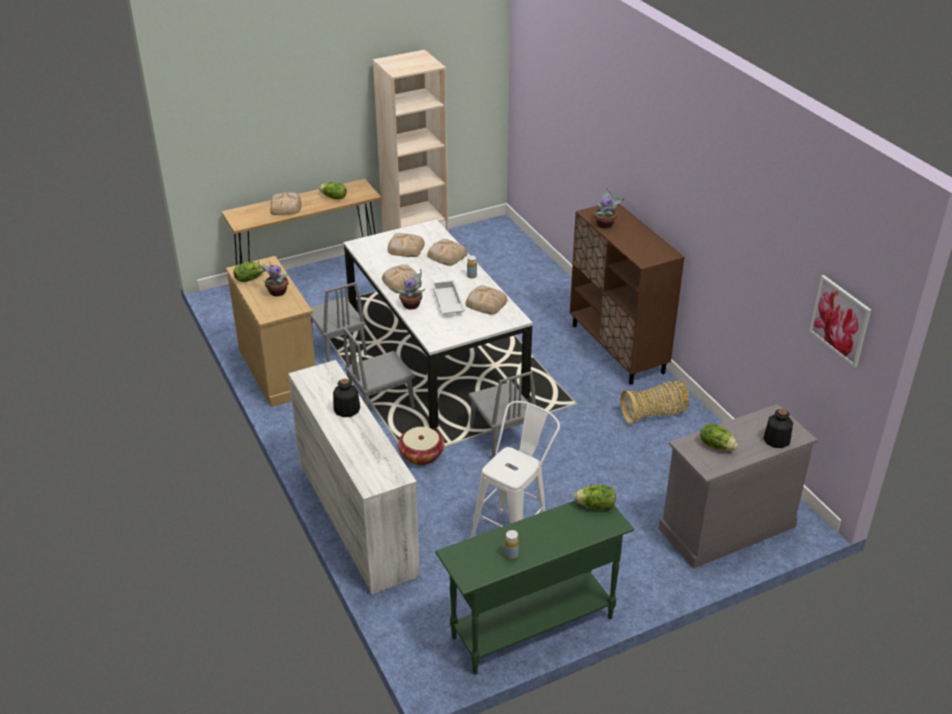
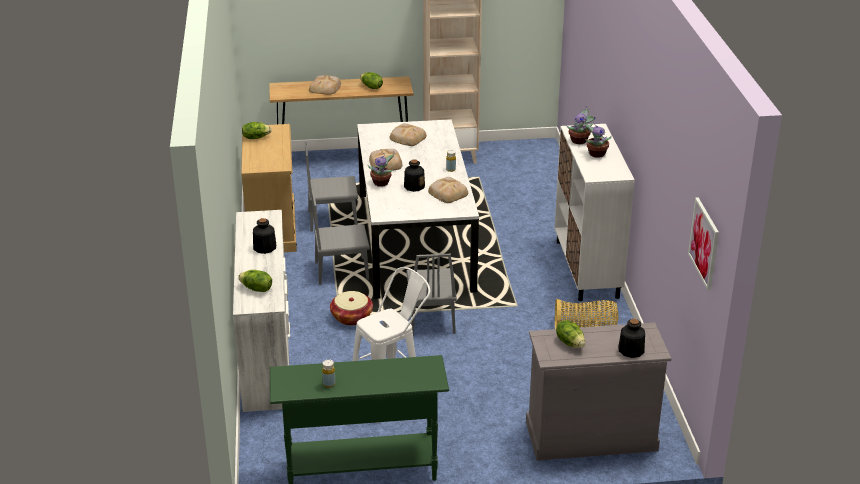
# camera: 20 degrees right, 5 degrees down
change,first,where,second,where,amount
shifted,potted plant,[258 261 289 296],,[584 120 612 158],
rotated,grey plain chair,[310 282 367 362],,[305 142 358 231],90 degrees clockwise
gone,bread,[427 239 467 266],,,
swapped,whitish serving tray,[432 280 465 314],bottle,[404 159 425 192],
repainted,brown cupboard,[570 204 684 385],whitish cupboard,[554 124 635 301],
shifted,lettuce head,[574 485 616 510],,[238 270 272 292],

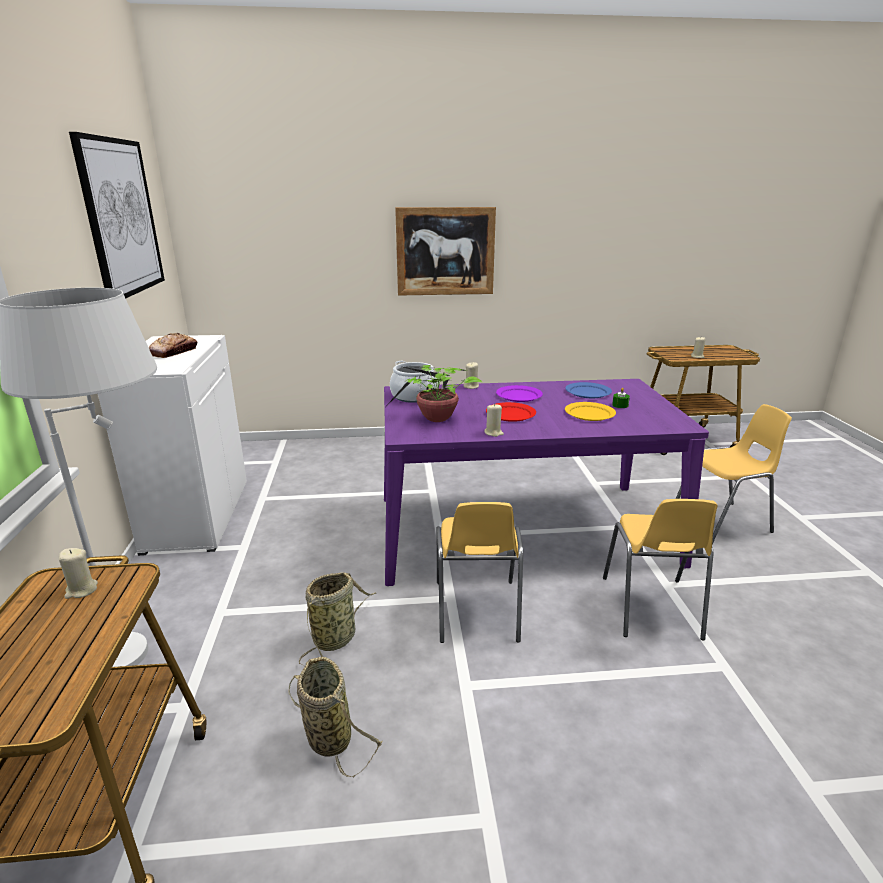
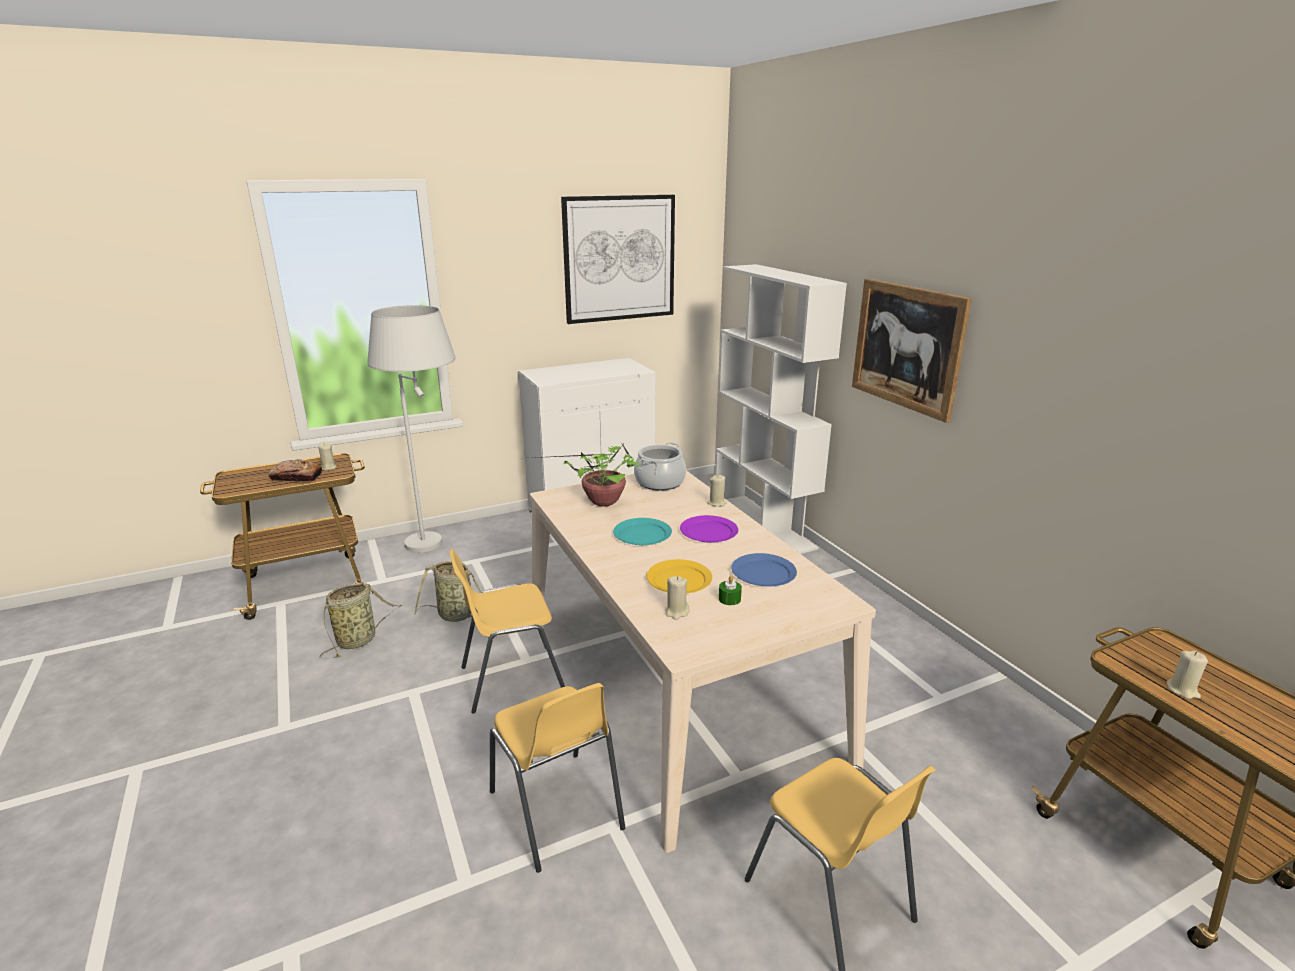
# camera: 70 degrees right, 0 degrees up
change,first,where,second,where,amount
shifted,bread,[149 333 197 358],,[268 459 322 482],
repainted,purple-coloured kitchen table,[384 379 709 586],beige kitchen table,[530 470 876 853],
shifted,beige candle,[484 403 504 437],,[665 576 690 620],
repainted,red-coloured dinner plate,[486 402 536 422],turquoise dinner plate,[613 518 672 545],
rotated,yellow plain chair,[603 499 718 641],,[490 683 625 873],105 degrees counterclockwise
new,,,whitish bookcase,[715 264 847 554],

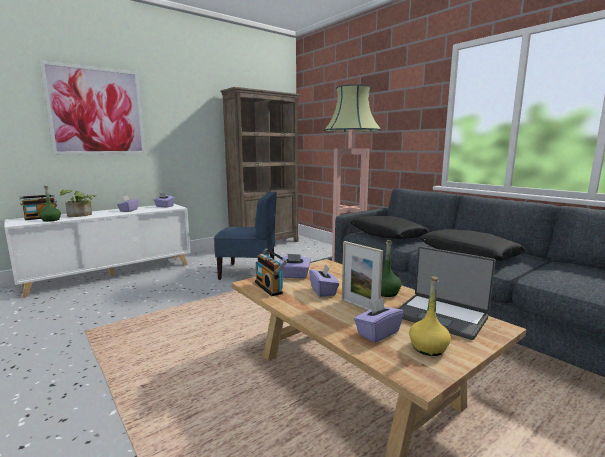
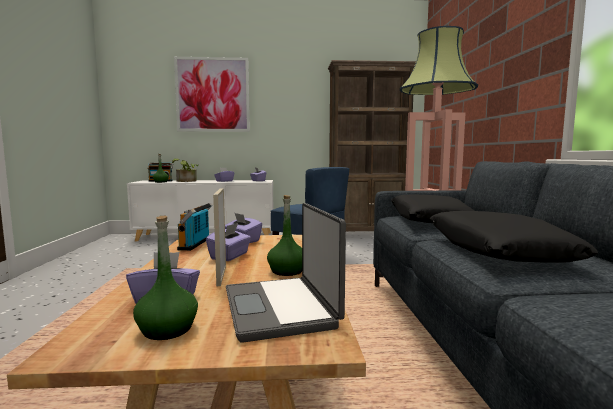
# camera: 35 degrees right, 5 degrees down
change,first,where,second,where,amount
repainted,yellow bottle,[409 276 451 356],green-coloured bottle,[133 216 198 340],

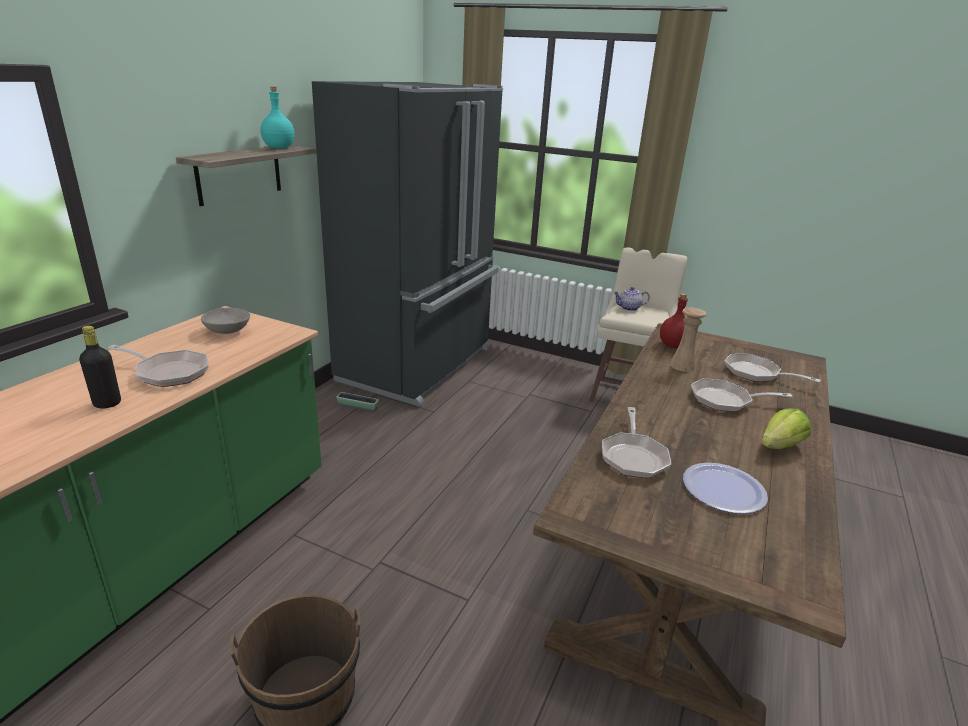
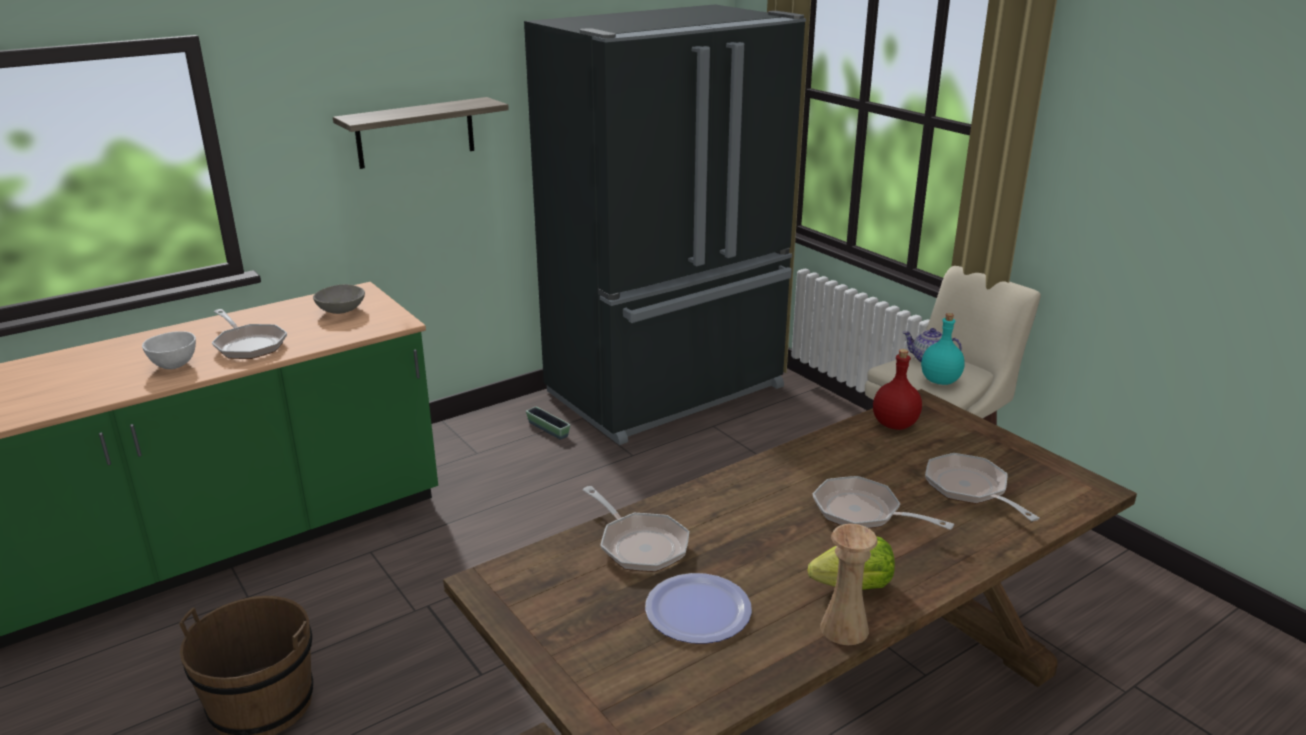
# camera: 30 degrees right, 0 degrees up
change,first,where,second,where,amount
swapped,black-coloured bottle,[79 326 121 408],whitish deep dish,[142 331 196 369],
shifted,turquoise bottle,[261 87 295 149],,[921 313 965 385],
rotated,skillet,[602 407 671 478],,[583 486 689 572],75 degrees counterclockwise
shifted,beige vase,[670 307 707 372],,[820 524 878 645],

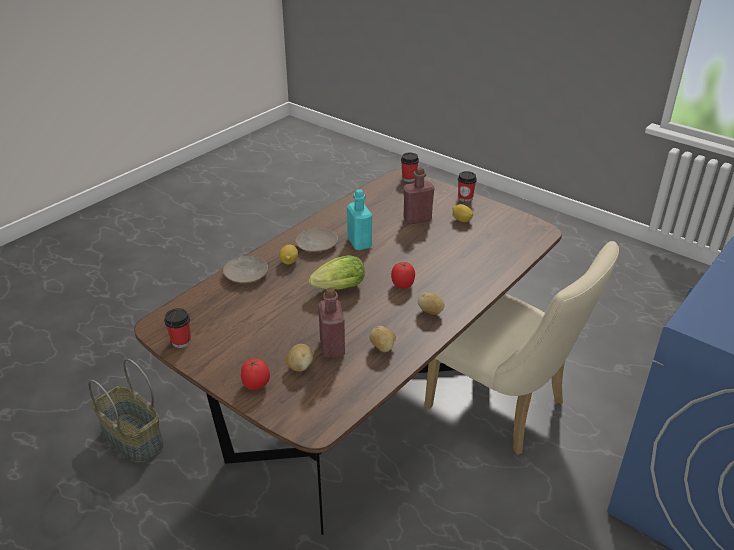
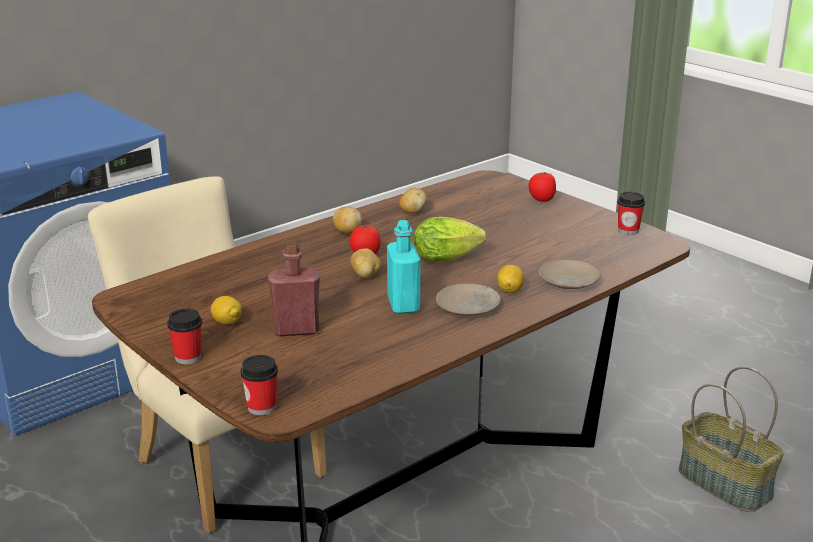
# camera: 170 degrees left, 10 degrees down
change,first,where,second,where,amount
shifted,whole potato,[286 344 313 372],,[350 248 382 279],
gone,red-coloured bottle,[318 287 345 358],,,

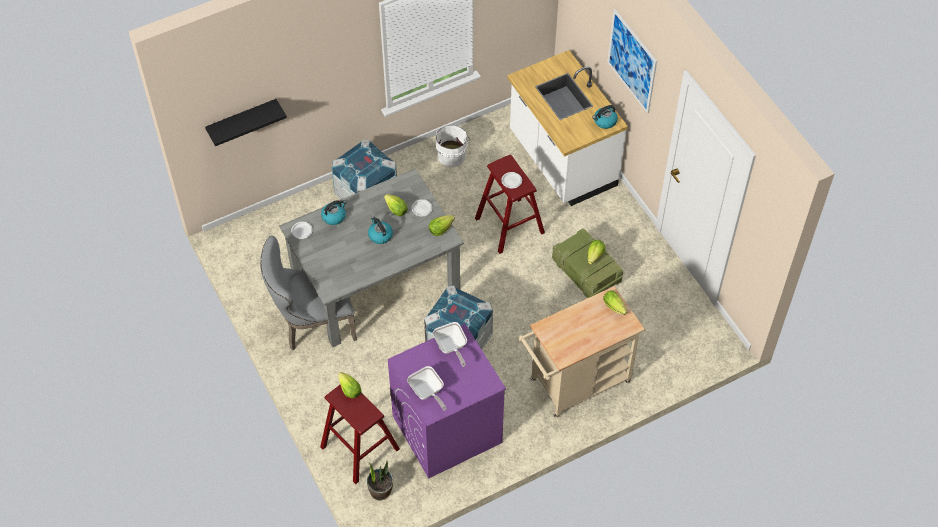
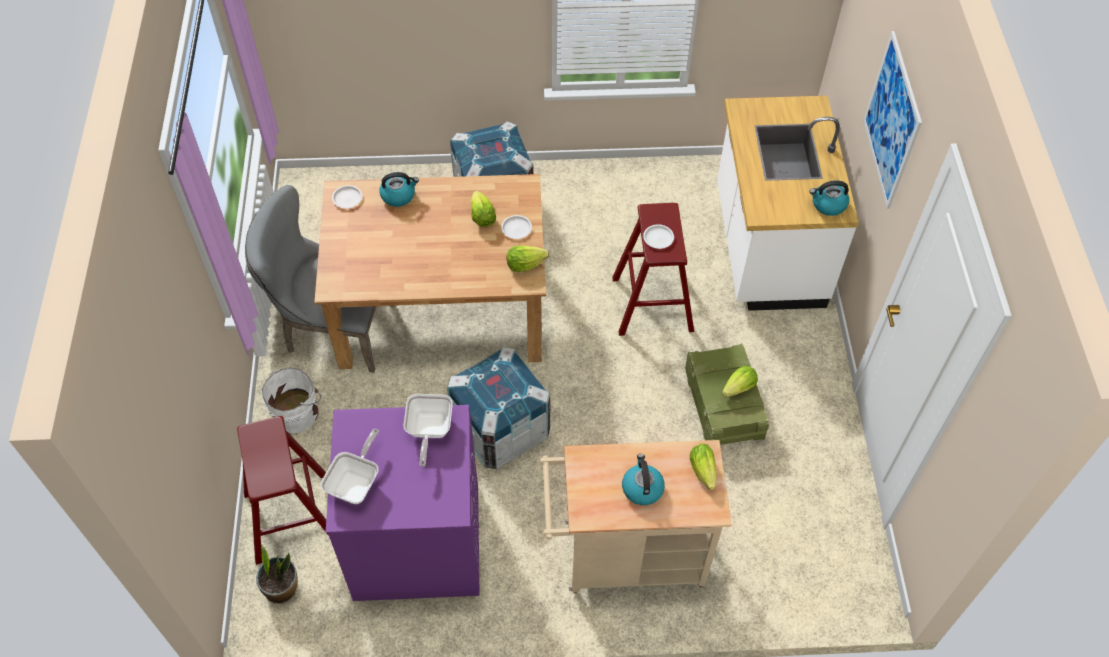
# camera: 25 degrees right, 0 degrees up
change,first,where,second,where,amount
gone,black-coloured wall shelf,[205 99 287 146],,,
repainted,grey kitchen table,[279 168 464 347],brown kitchen table,[314 174 546 369],
gone,lettuce head,[338 372 362 398],,,
shifted,tea kettle,[368 216 393 244],,[622 454 665 505],
rotated,skillet,[407 366 447 411],,[320 429 379 504],150 degrees counterclockwise
shifted,whitish pail,[436 125 470 167],,[262 368 322 434],

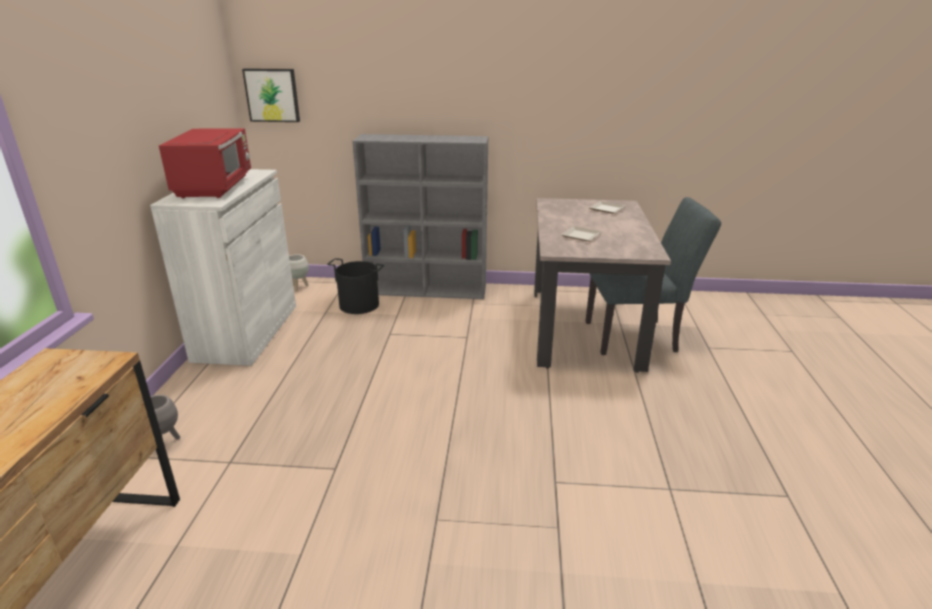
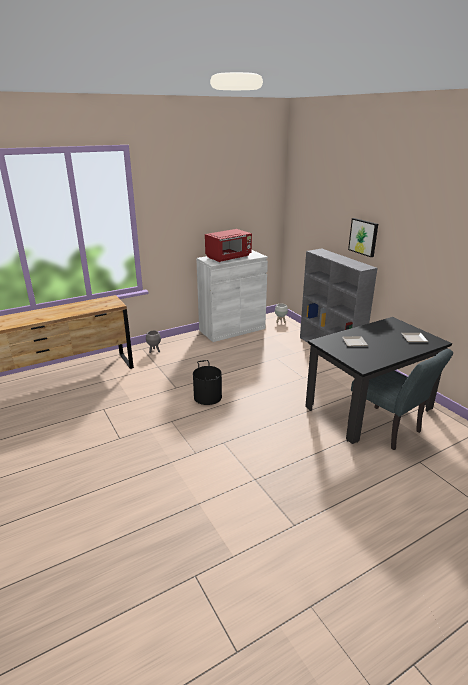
# camera: 55 degrees right, 0 degrees up
change,first,where,second,where,amount
shifted,wall picture,[242 68 300 122],,[348 218 378 257],
shifted,black-coloured pail,[327 258 384 314],,[193 360 222 405],
repainted,beige kitchen table,[534 198 671 373],black-coloured kitchen table,[305 317 452 444],

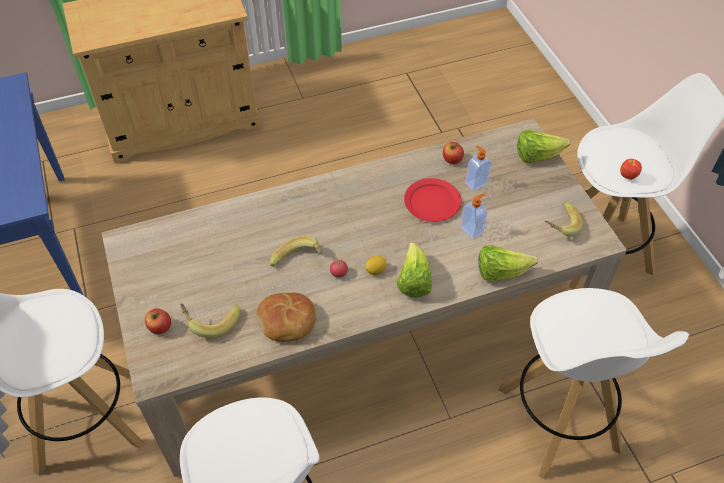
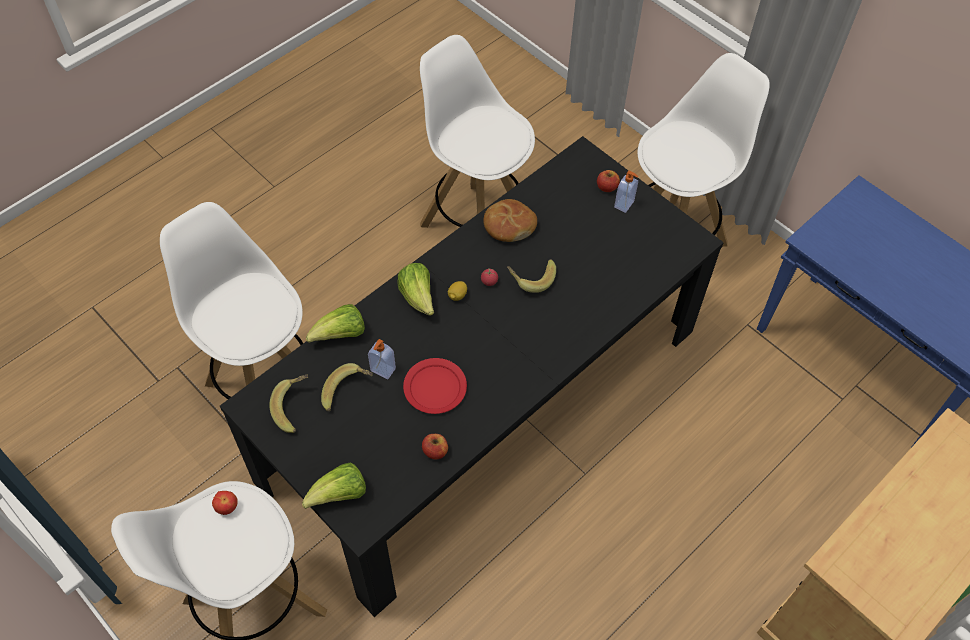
# camera: 155 degrees right, 5 degrees up
change,first,where,second,where,amount
repainted,beige kitchen table,[102 118 627 477],black-coloured kitchen table,[220 136 724 617],
shifted,whole banana,[180 304 240 338],,[321 363 373 411],
shifted,liquid soap bottle,[465 146 492 191],,[614 171 638 213],

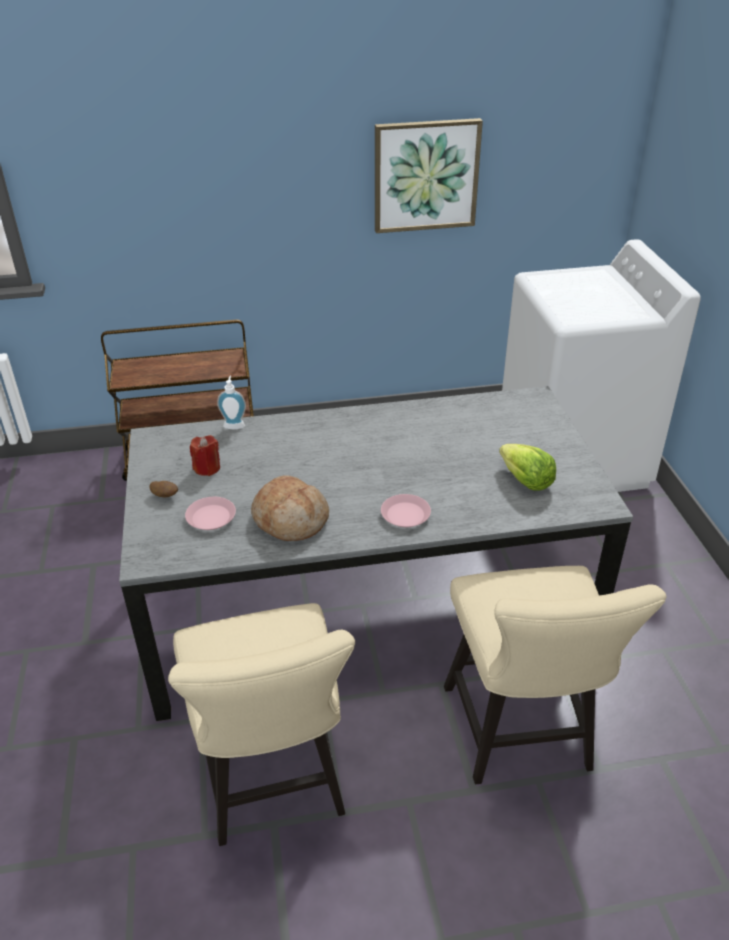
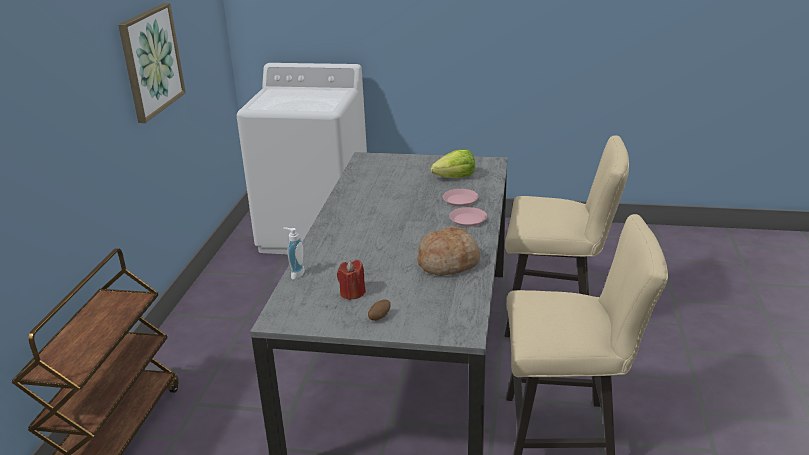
# camera: 70 degrees left, 10 degrees down
change,first,where,second,where,amount
shifted,pink dinner plate,[185 497 236 530],,[443 189 478 206],

